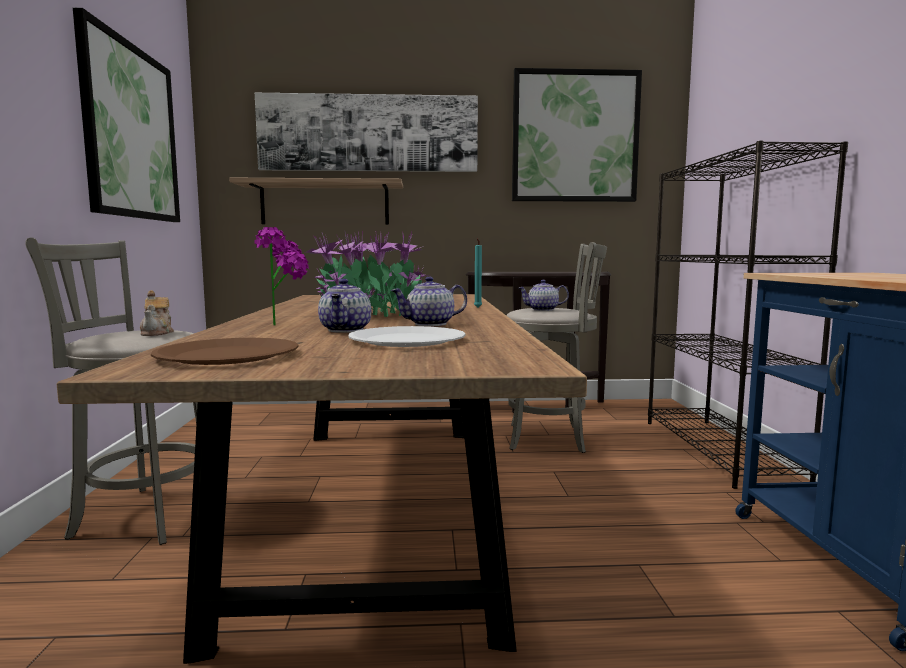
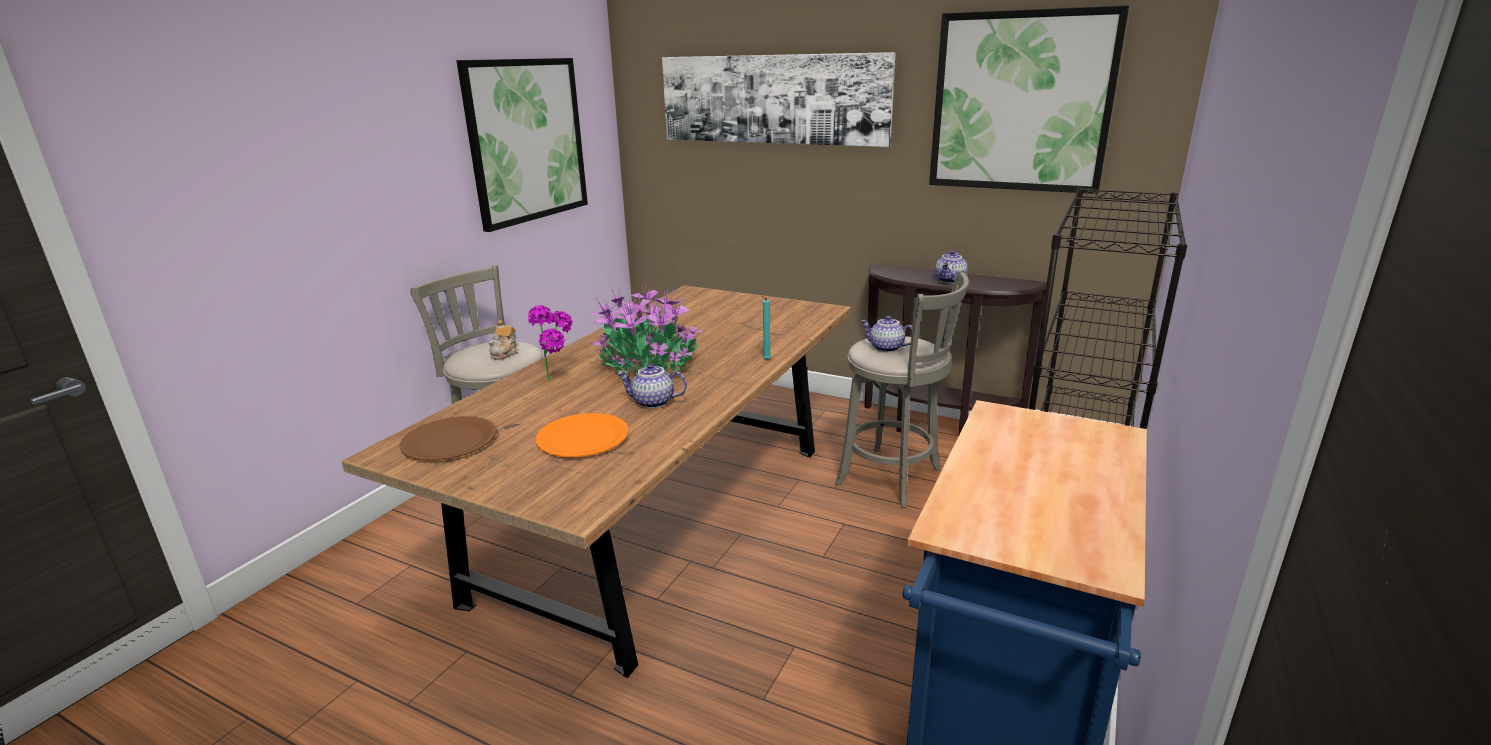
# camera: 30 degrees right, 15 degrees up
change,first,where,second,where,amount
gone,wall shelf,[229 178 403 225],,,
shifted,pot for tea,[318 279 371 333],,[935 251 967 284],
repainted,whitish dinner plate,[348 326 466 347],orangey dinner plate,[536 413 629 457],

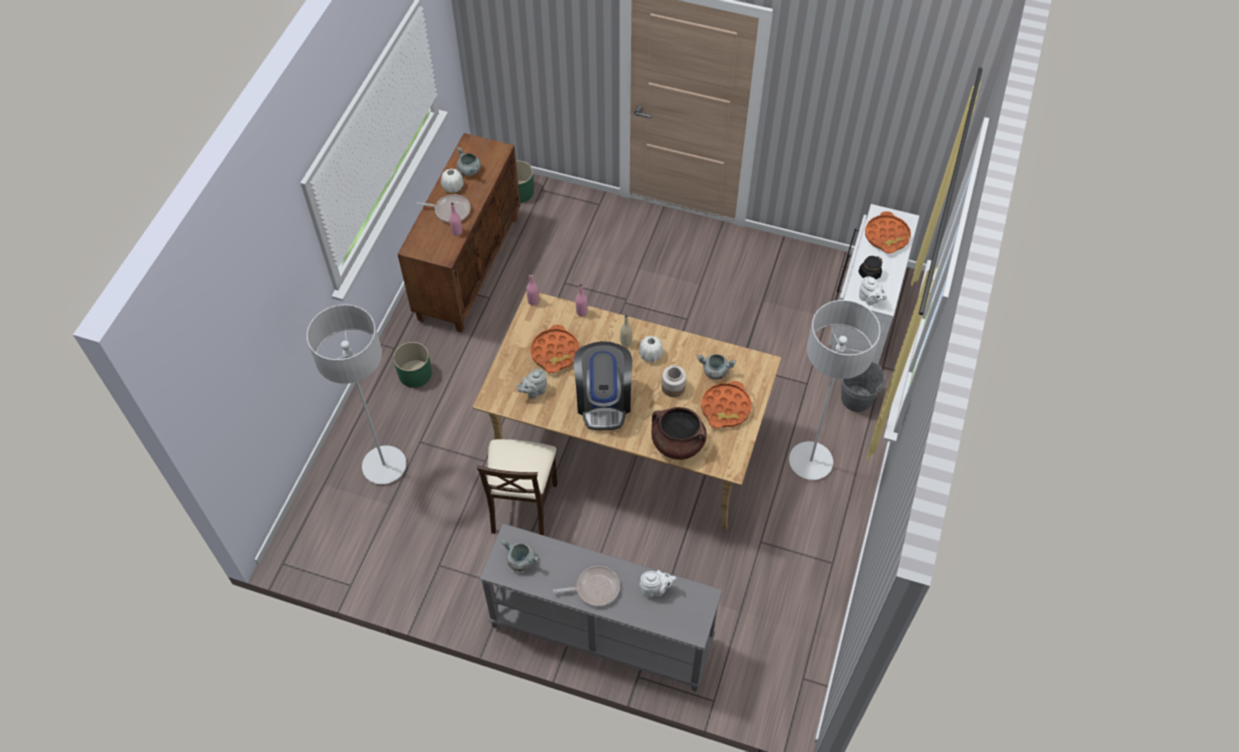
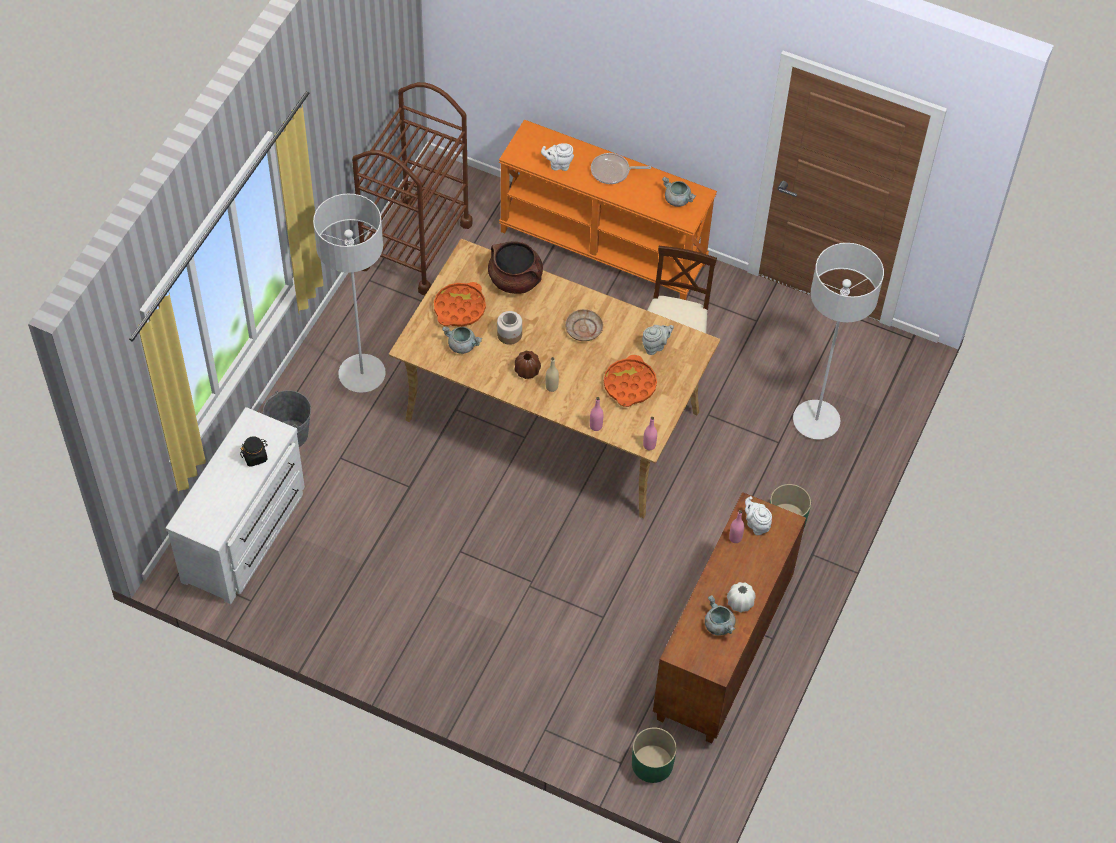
# camera: 175 degrees left, 0 degrees up
change,first,where,second,where,amount
gone,skillet,[416 195 471 223],,,
repainted,grey hall table,[479 523 722 692],orangey hall table,[499 120 717 300],
swapped,coffee machine,[574 341 632 430],beige dinner plate,[565 309 603 341],
repainted,whitish vase,[639 335 663 362],brown vase,[515 350 541 379],
shifted,whitish pot for tea,[859 276 887 305],,[745 496 772 535],
gone,orangey serving tray,[865 211 911 253],,,
new,,,brown wheeled cart,[352 82 473 295],

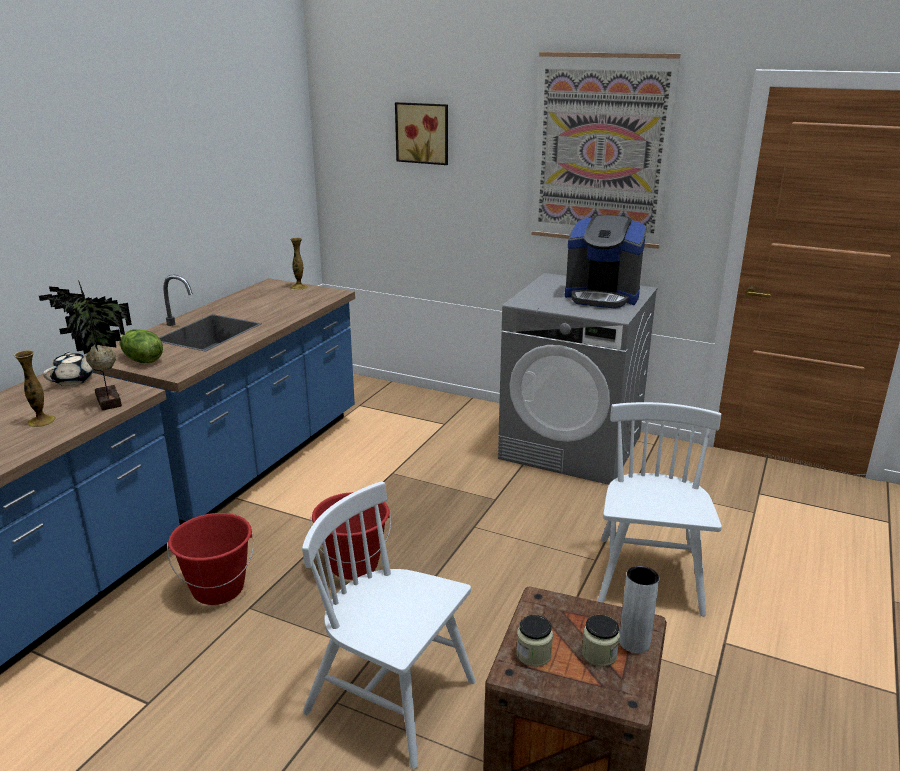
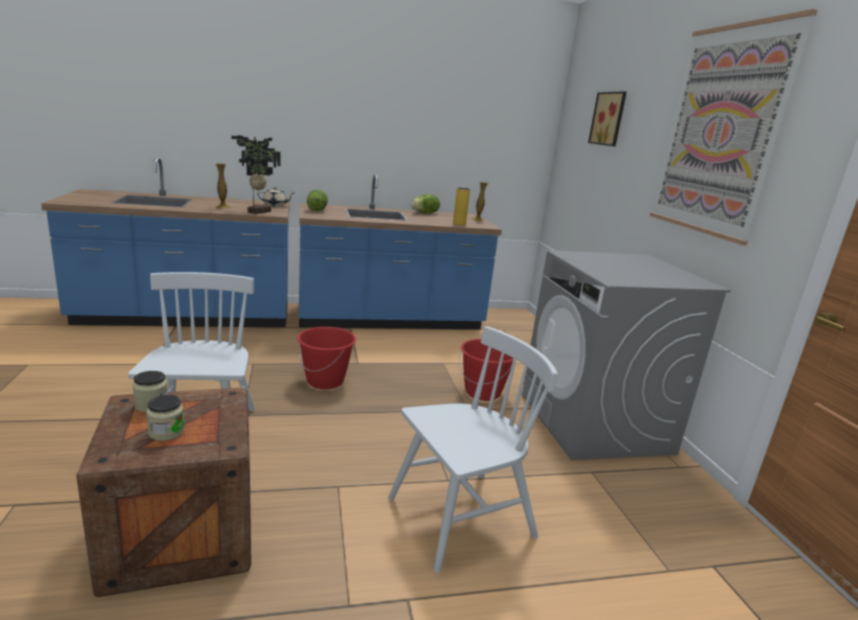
# camera: 50 degrees right, 5 degrees down
change,first,where,second,where,amount
shifted,red-coloured pail,[167 513 254 605],,[459 339 513 401],
gone,coffee machine,[565 215 646 309],,,
gone,grey vase,[619 566 659 653],,,
new,,,lettuce head,[411 194 440 213],
new,,,yellow vase,[453 187 470 225],

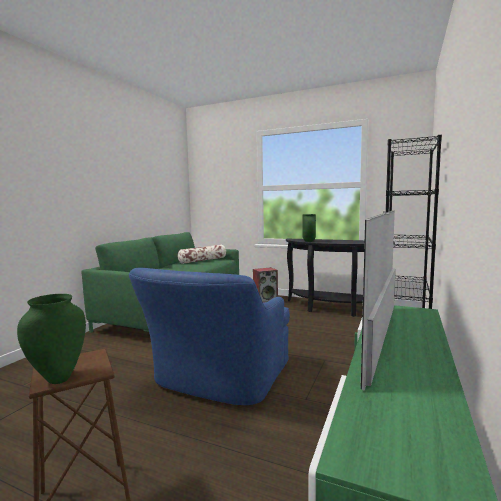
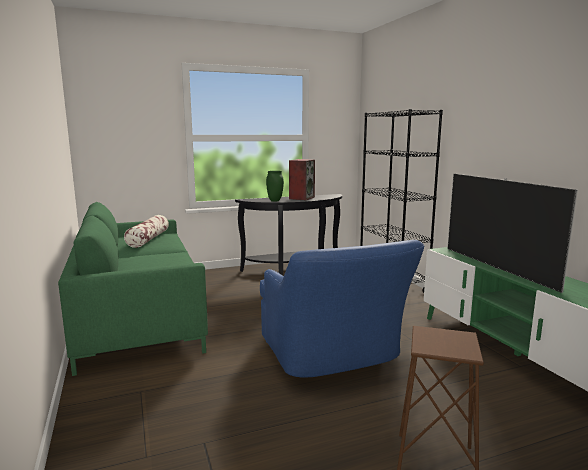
# camera: 45 degrees left, 5 degrees up
change,first,where,second,where,amount
gone,green-coloured vase,[17 294 86 384],,,
shifted,loudspeaker,[253 267 278 303],,[289 159 315 200],

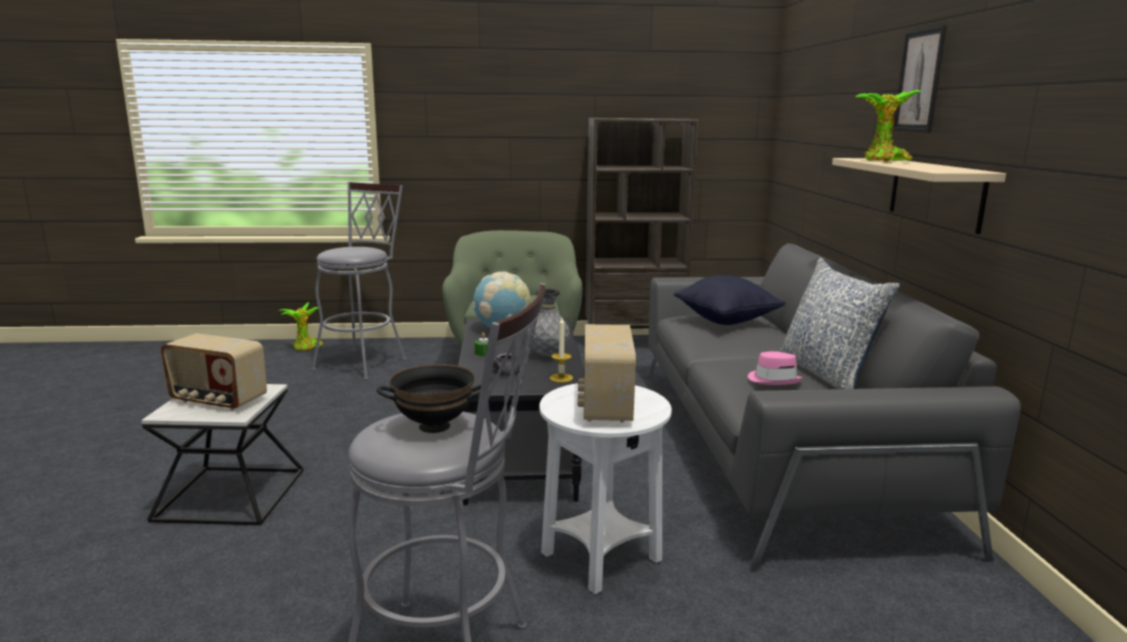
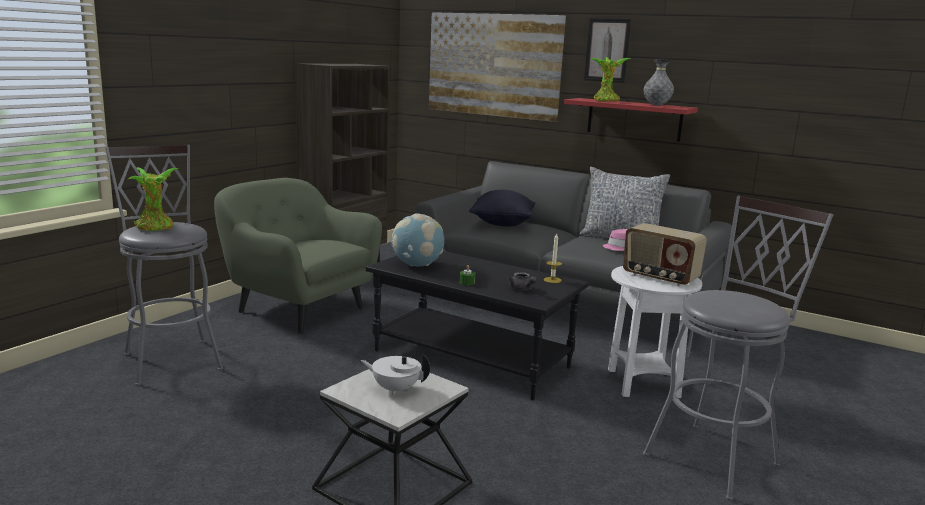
# camera: 55 degrees left, 0 degrees up
change,first,where,second,where,amount
swapped,radio receiver,[161 333 267 411],whitish pot for tea,[361 354 430 395],
shifted,potted plant,[279 302 323 351],,[128 167 178 231],
gone,black-coloured deep dish,[377 364 481 433],,,
shifted,grey vase,[527 289 570 356],,[644 59 674 106],
repainted,beige wall shelf,[832 158 1006 234],red-coloured wall shelf,[564 98 698 142],
new,,,wall picture,[429 12 566 122],

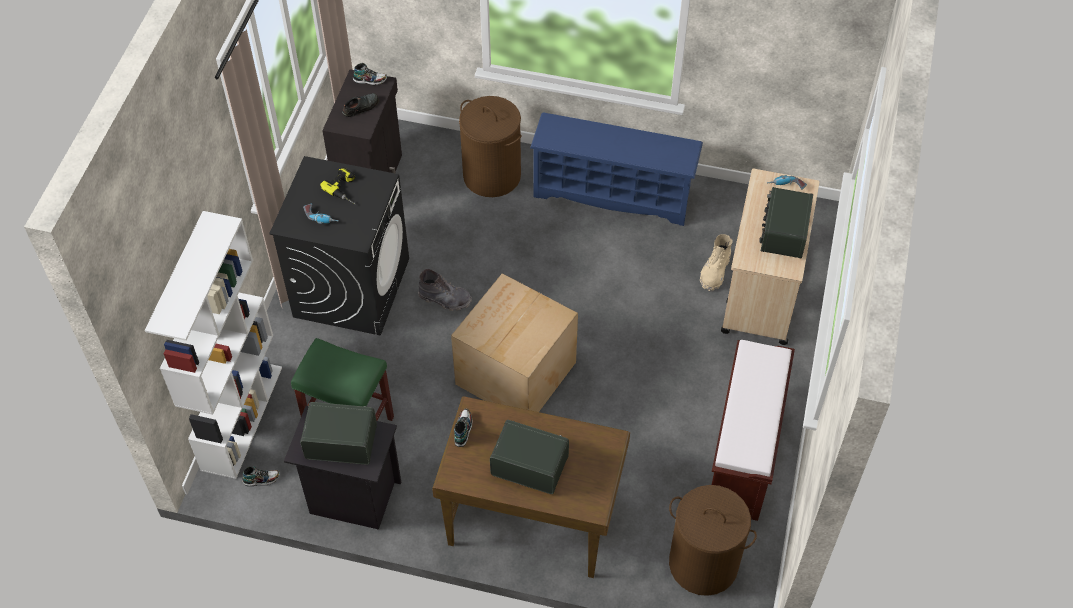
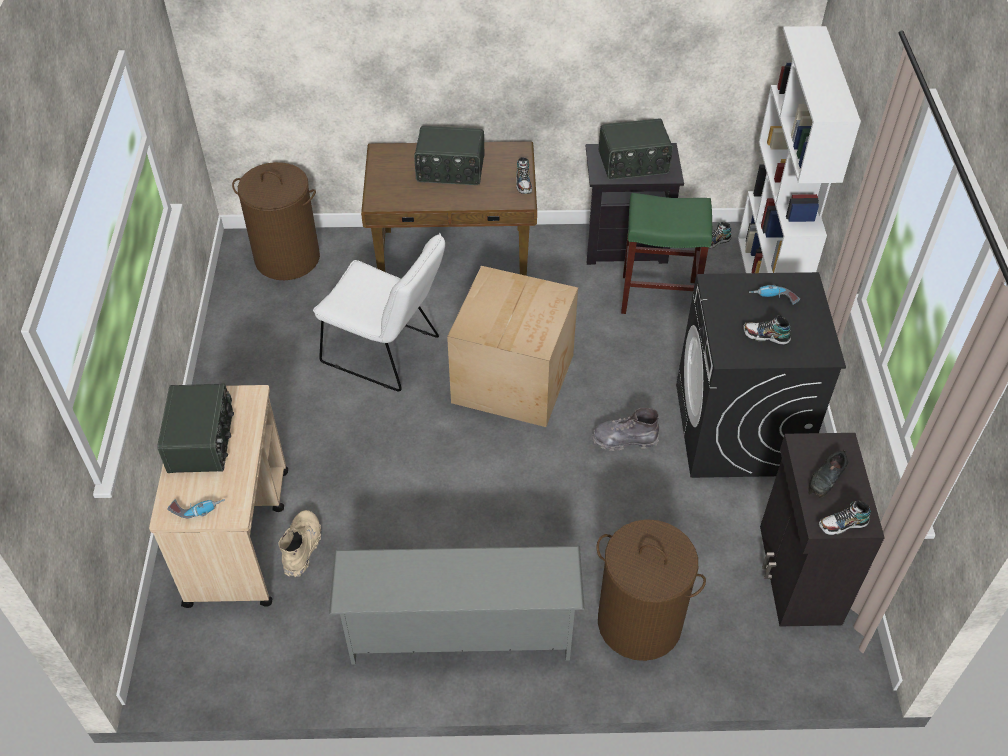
# camera: 165 degrees right, 5 degrees down
change,first,where,second,where,amount
swapped,electric drill,[320 168 356 204],low shoe,[743 315 791 345],
repainted,blue shoe rack,[530 113 703 226],grey shoe rack,[329 546 585 665],
gone,brown indoor bench,[711 340 795 521],,,
new,,,whitish plain chair,[313 233 445 391],

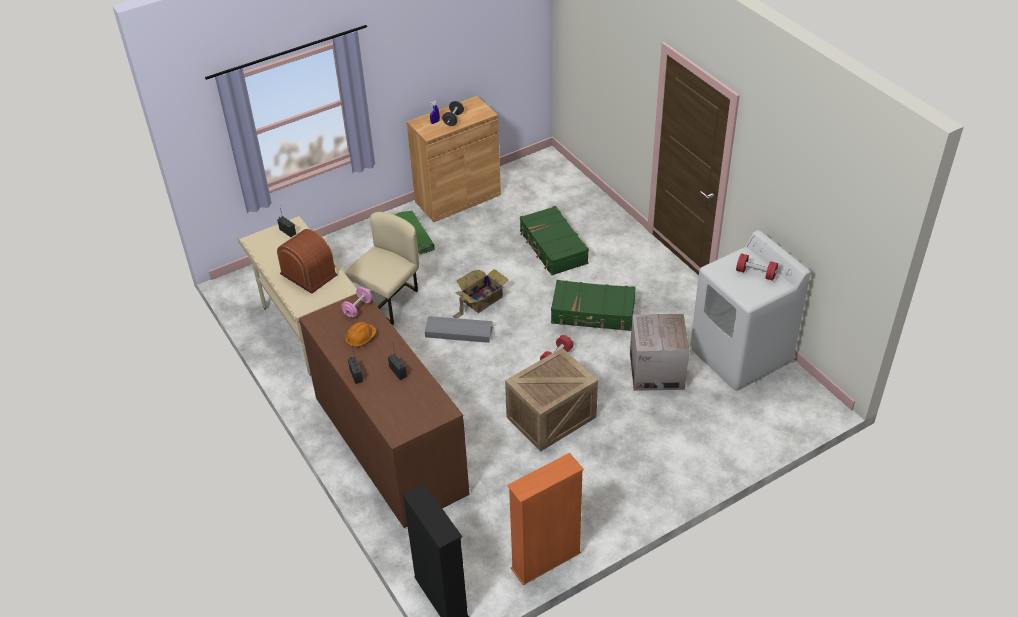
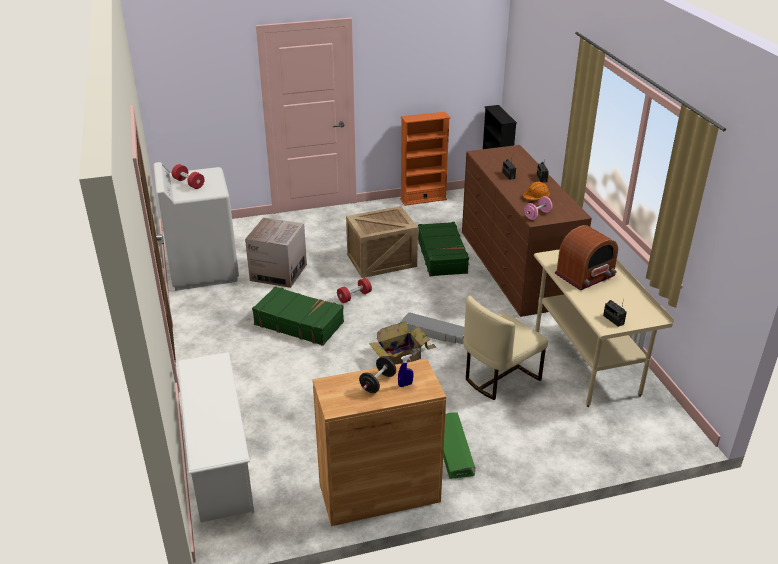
# camera: 165 degrees left, 10 degrees down
change,first,where,second,where,amount
rotated,radio receiver,[277 229 337 294],,[555 225 618 290],90 degrees counterclockwise
shifted,green-coloured suitcase,[520 206 589 275],,[418 222 470 276],
new,,,whitish shoe rack,[177 352 254 522],

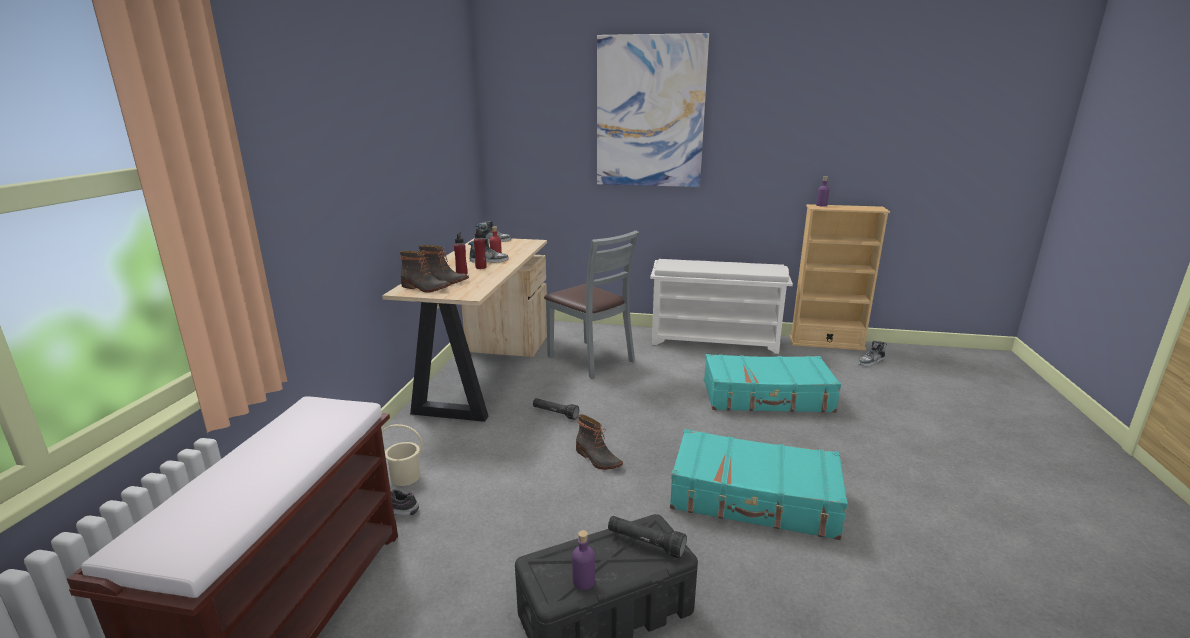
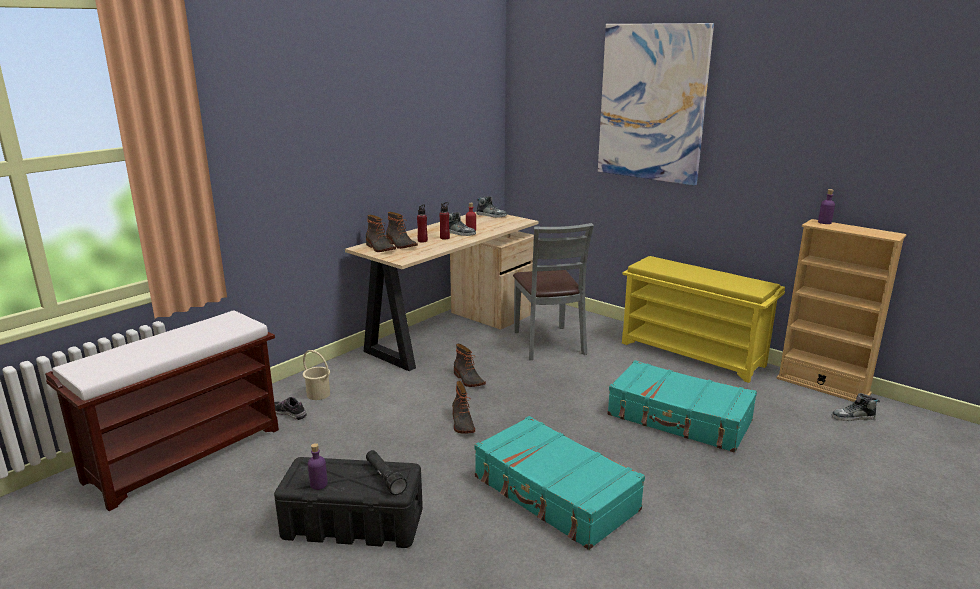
# camera: 30 degrees right, 0 degrees up
change,first,where,second,where,amount
swapped,black-coloured torch,[533 398 579 420],high-top boot,[454 344 486 387],
repainted,whitish shoe rack,[650 259 793 354],yellow shoe rack,[622 256 785 383],

